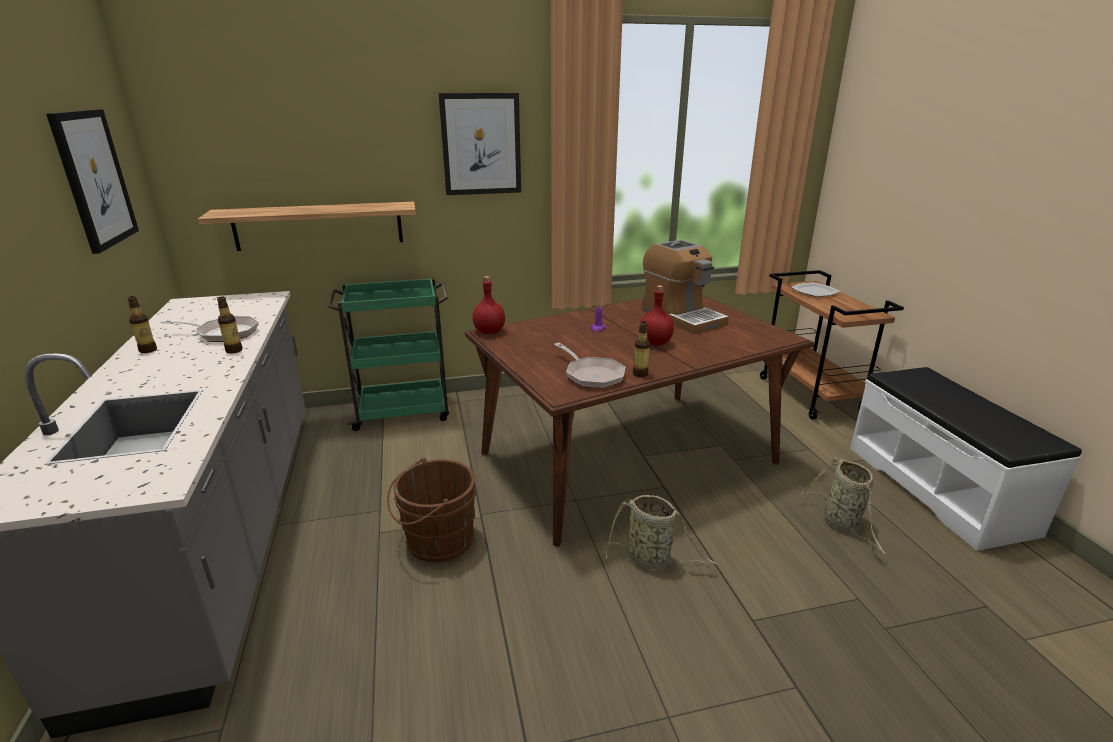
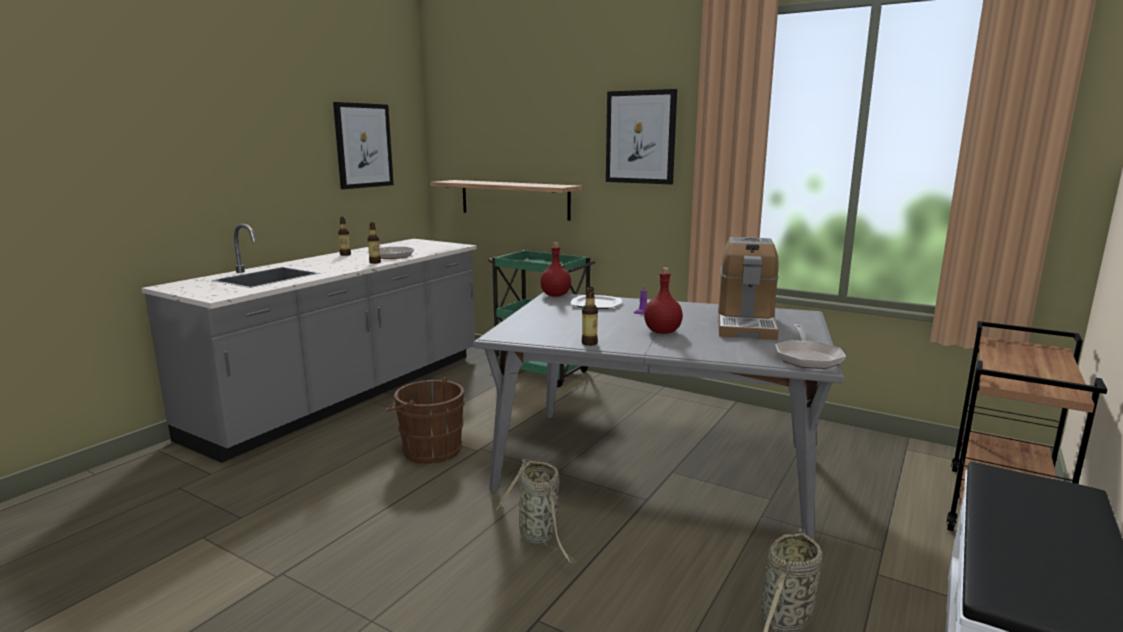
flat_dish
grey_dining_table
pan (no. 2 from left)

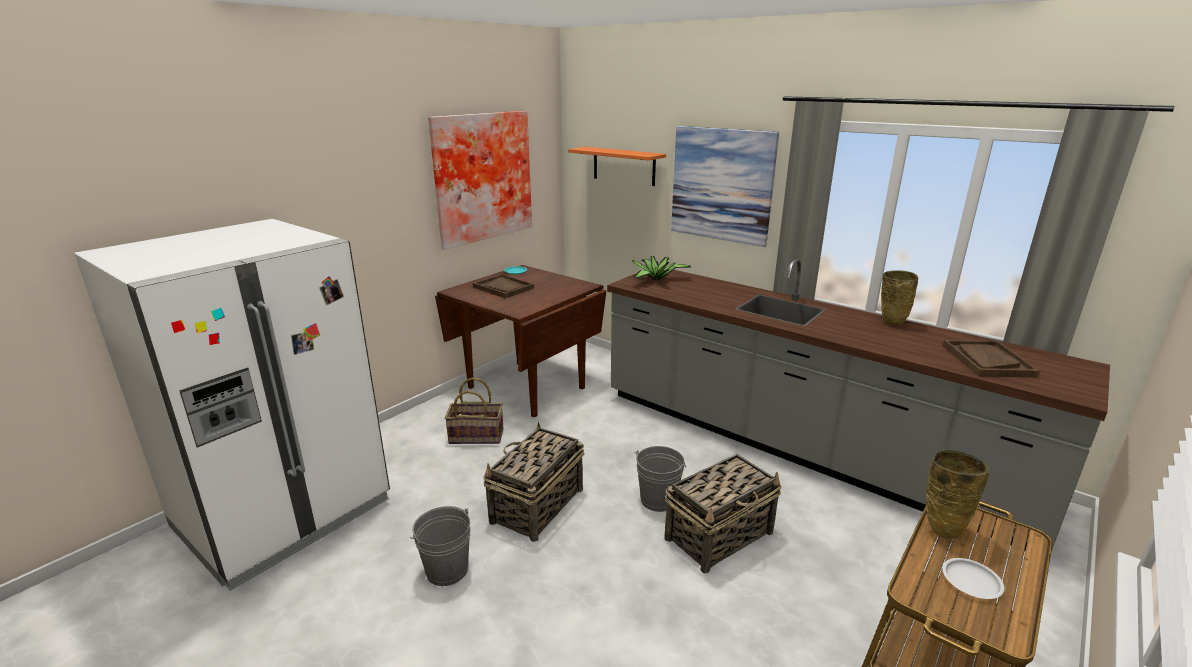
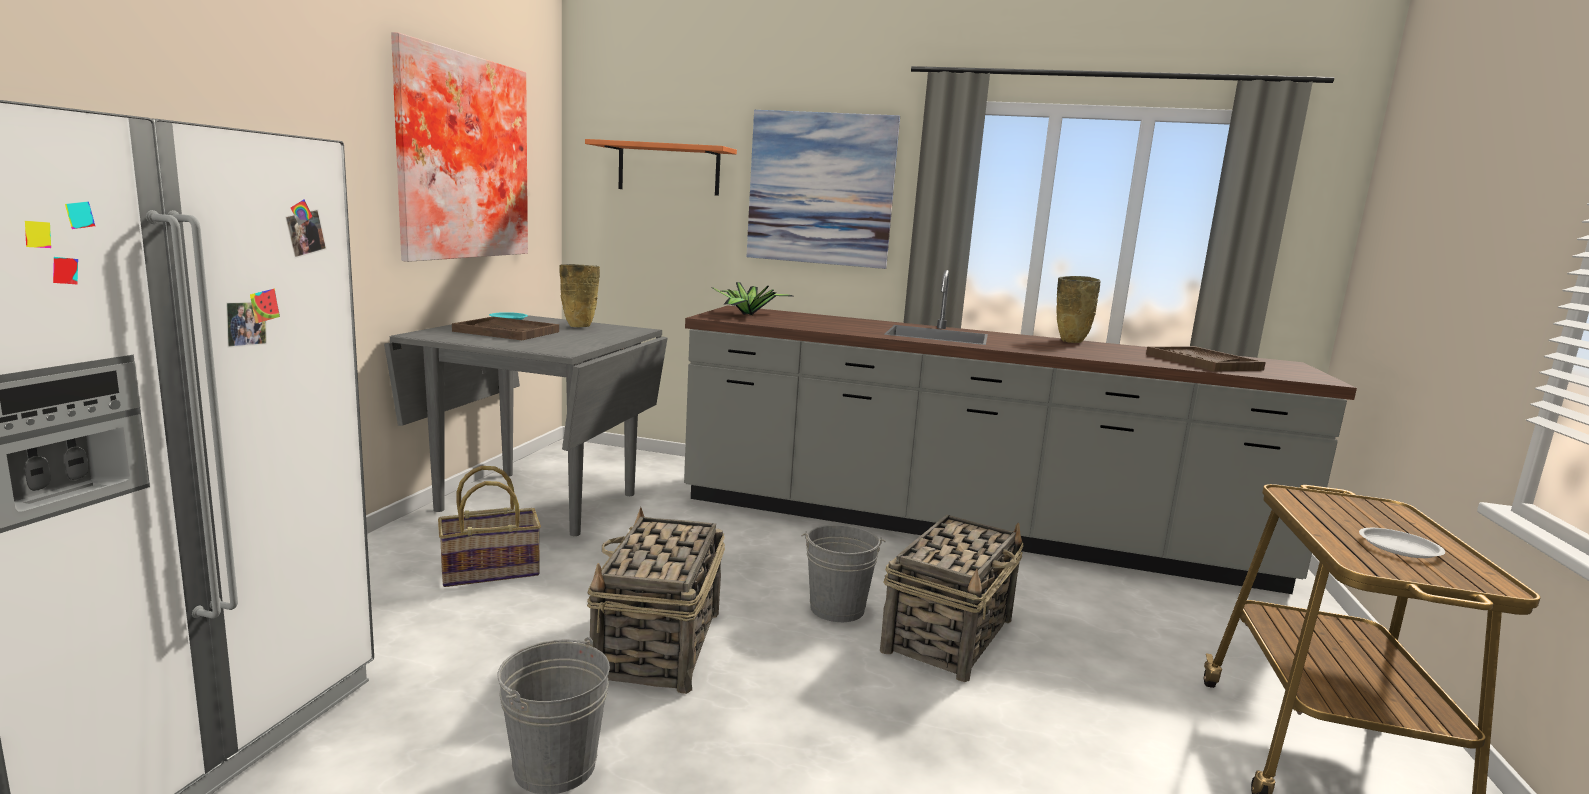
grey_dining_table
beige_vase (no. 1 from left)

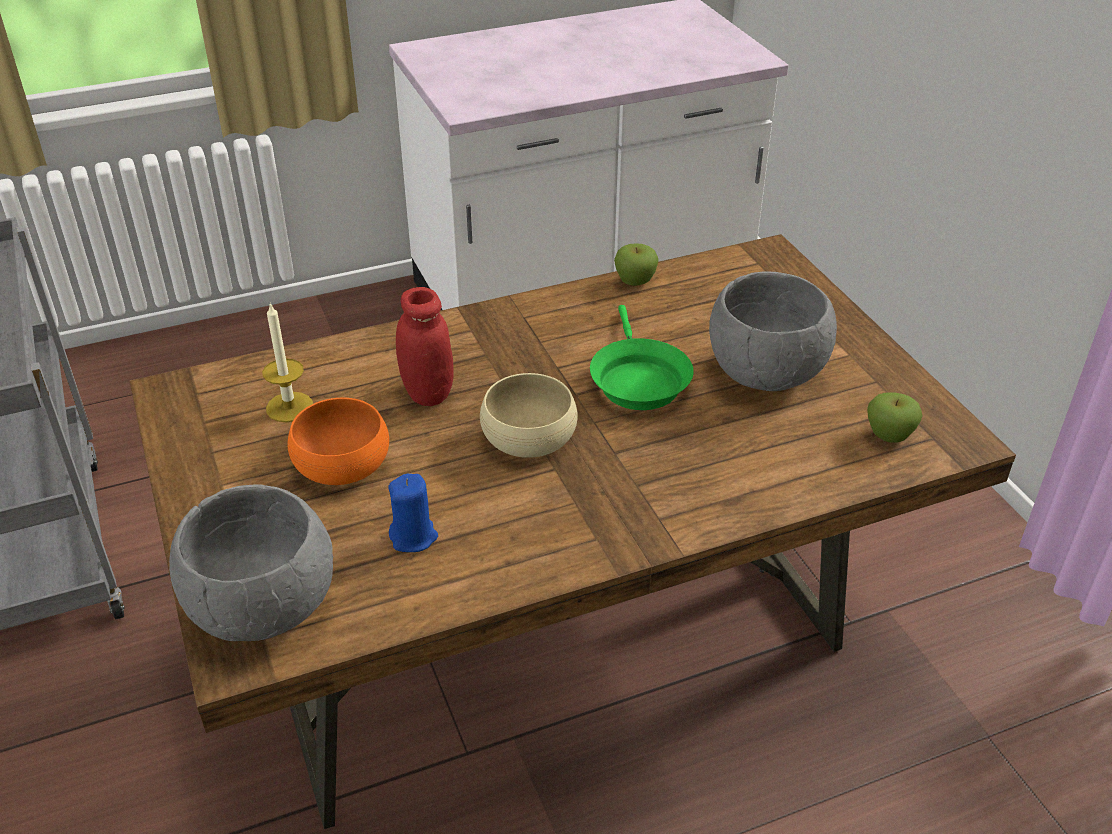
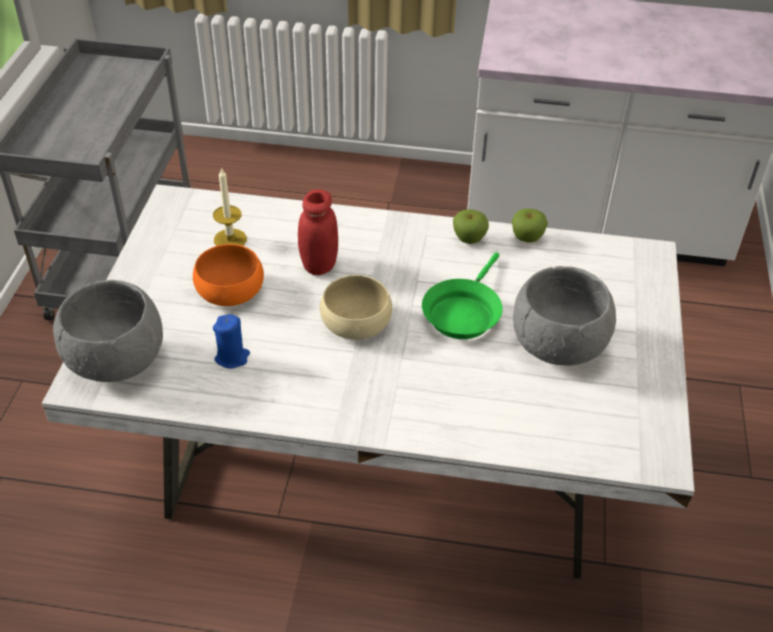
white-coloured_dining_table
apple (no. 1 from left)

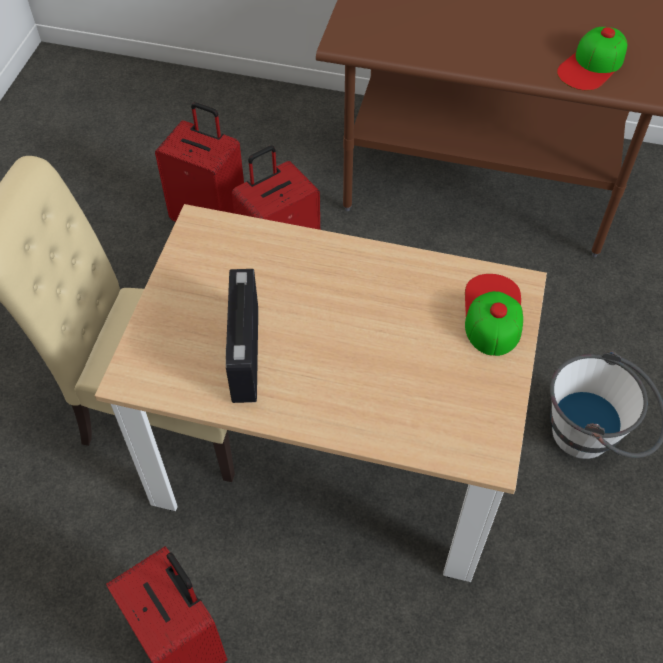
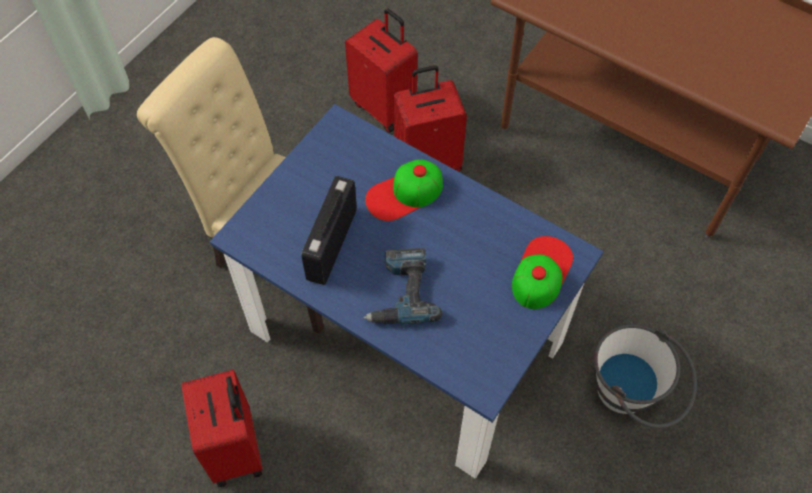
baseball_cap (no. 1 from left)
bluish_dining_table
electric_drill

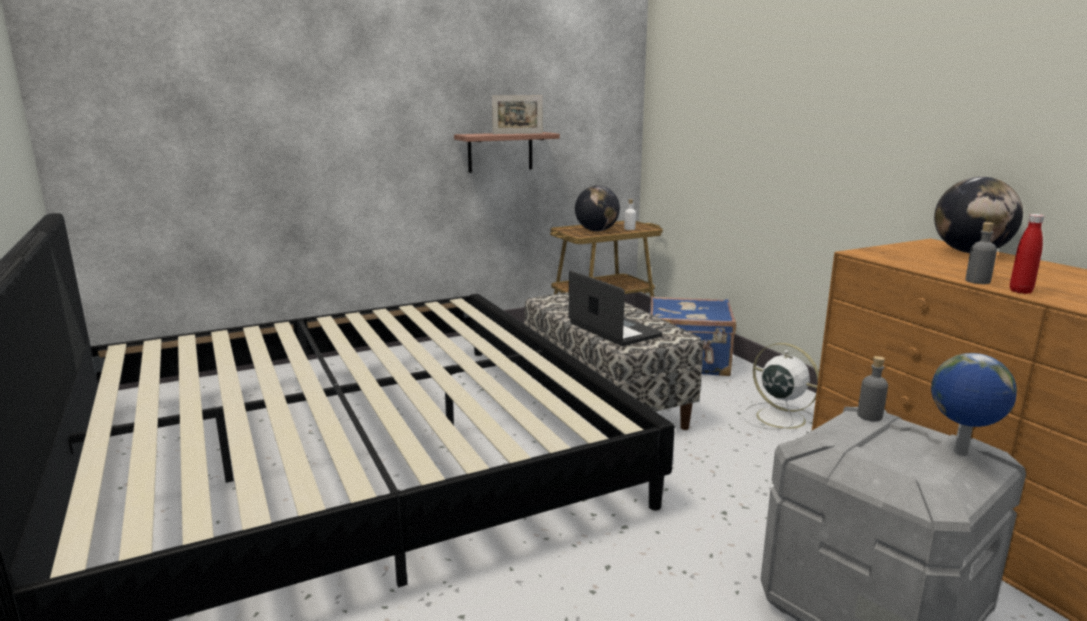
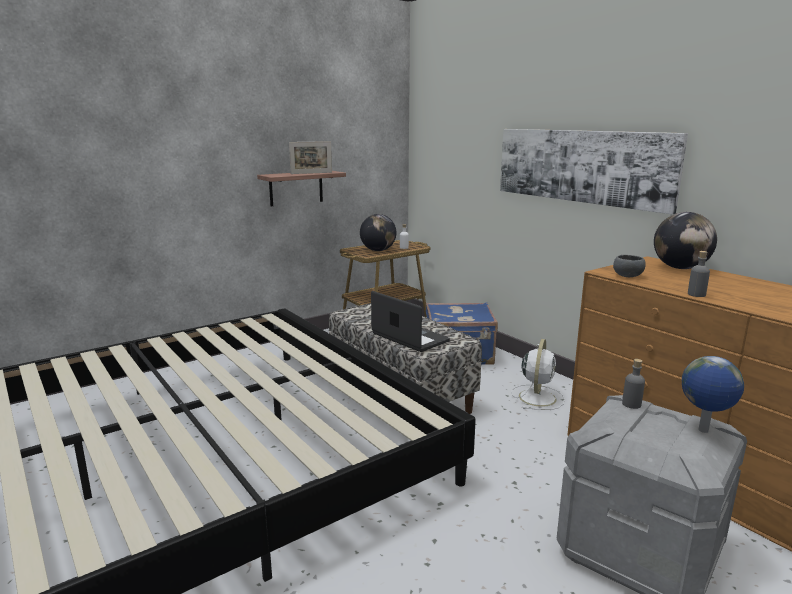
reddish_bottle
white-coloured_fan
picture
grey_bowl

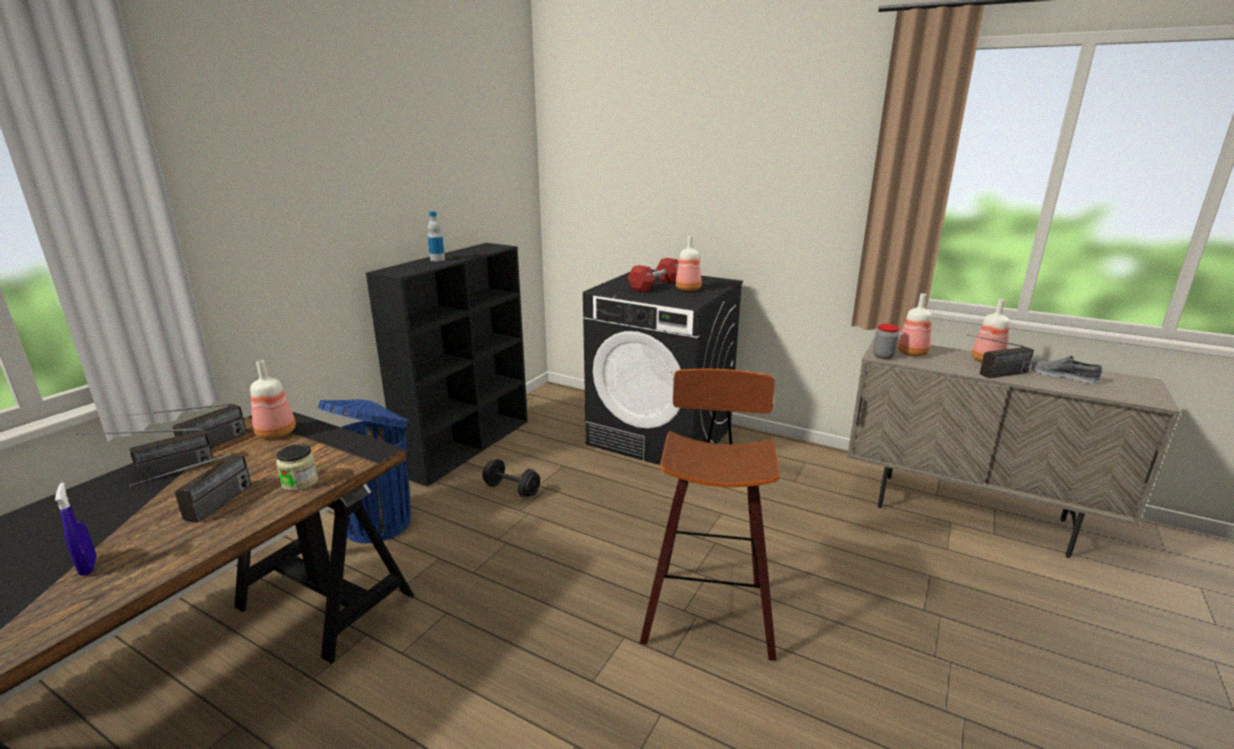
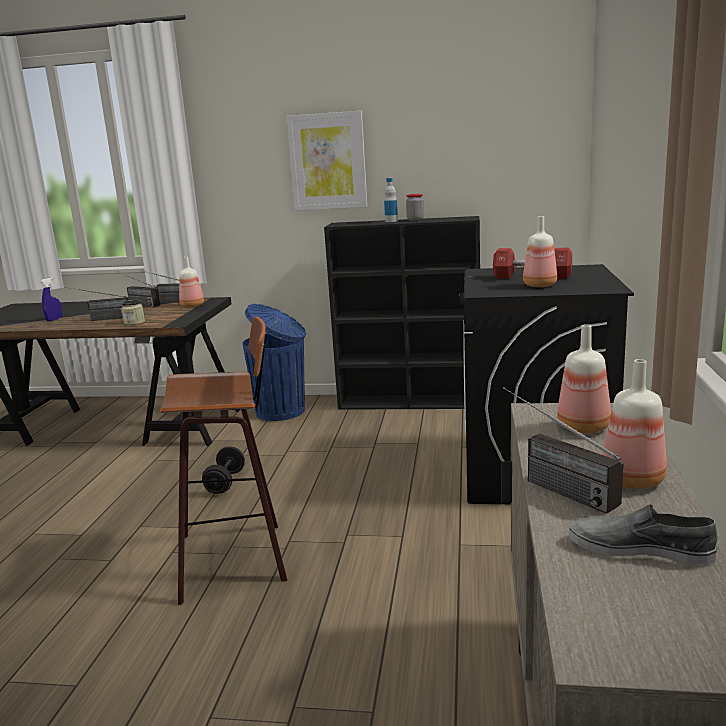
preserve_jar (no. 2 from left)
grey_item_of_footwear
black-coloured_free_weight
picture

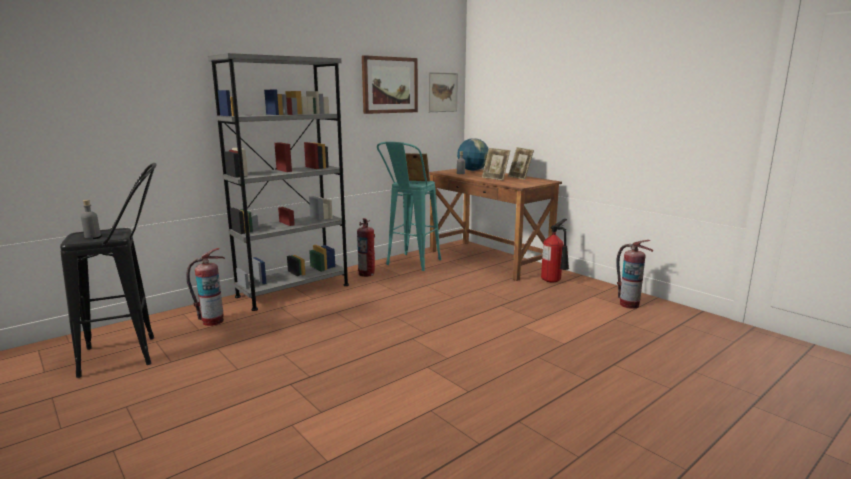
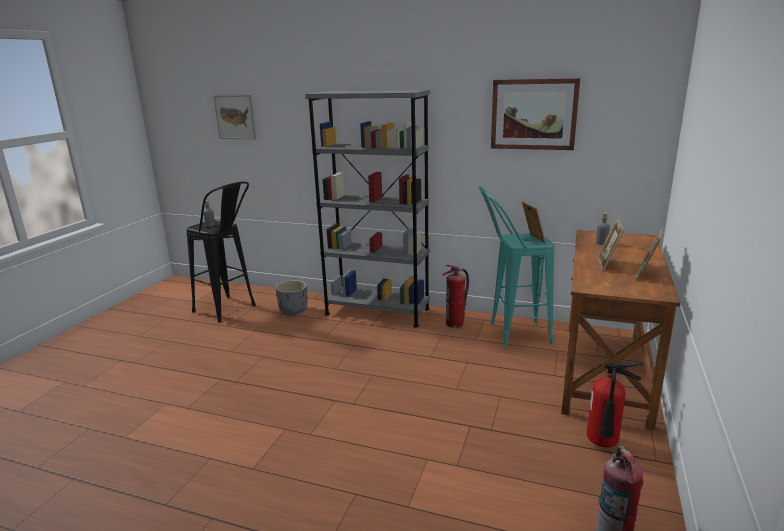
picture (no. 1 from left)
world_globe
grey_plant_pot

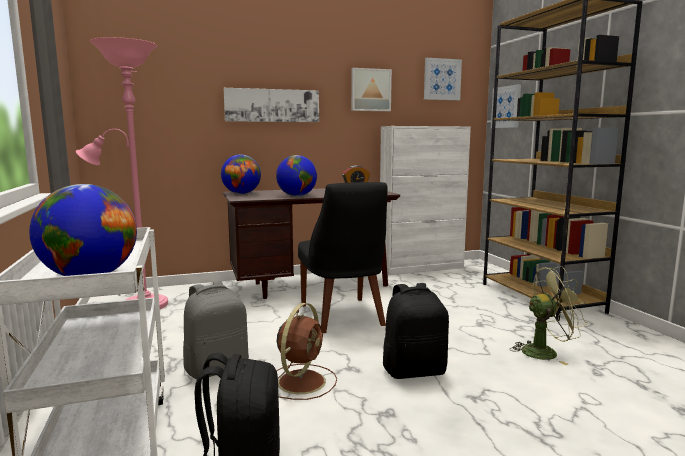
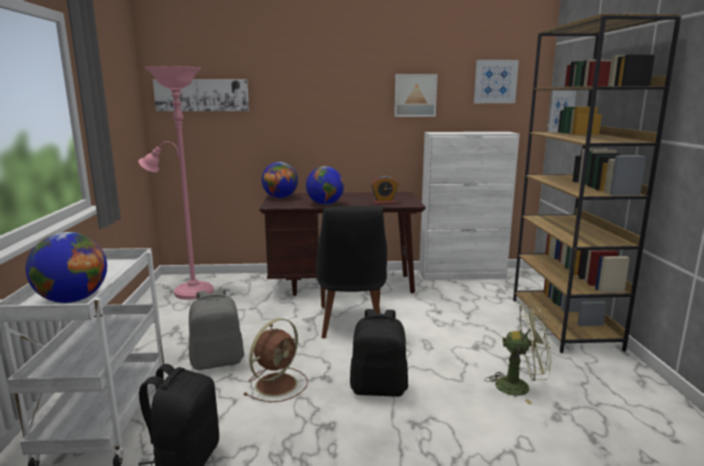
picture (no. 1 from left)

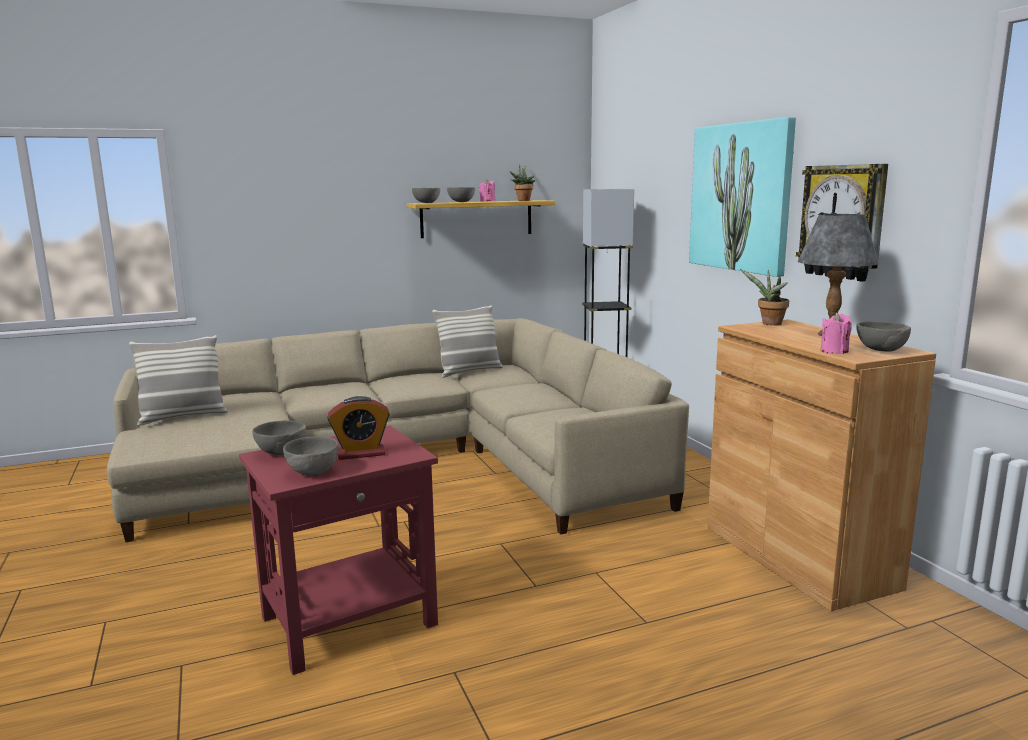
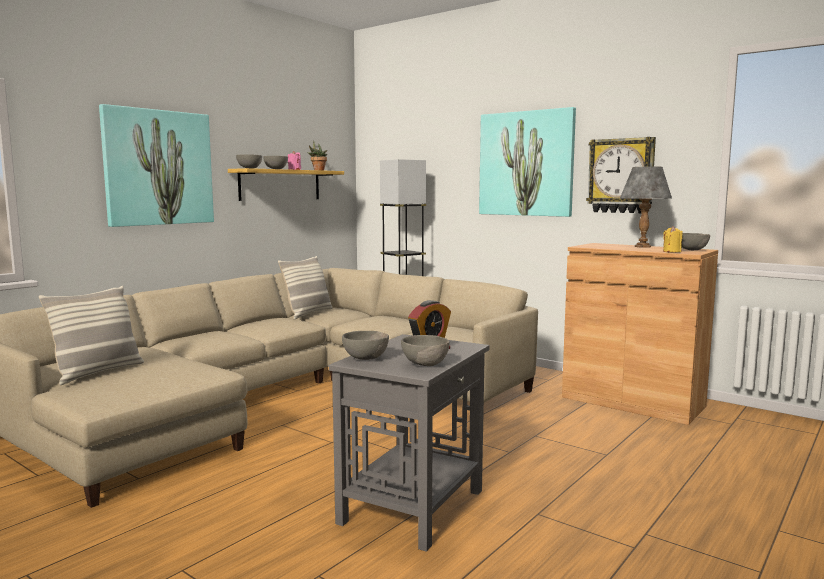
potted_plant (no. 2 from left in the first image)
yellowish_wax_light
grey_end_table
picture (no. 1 from left)

